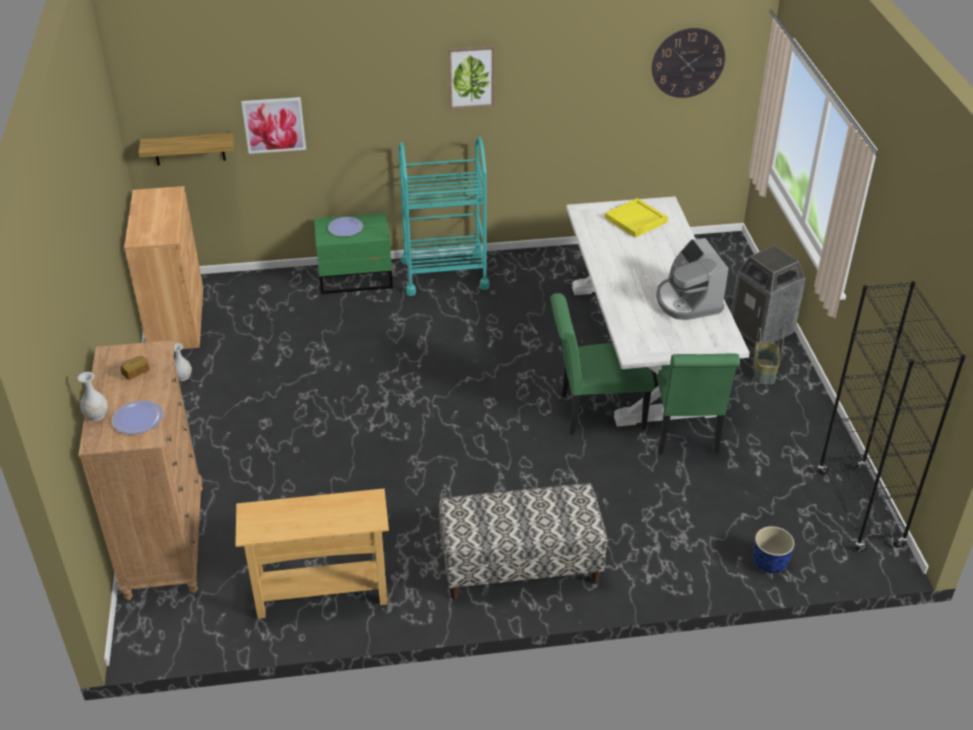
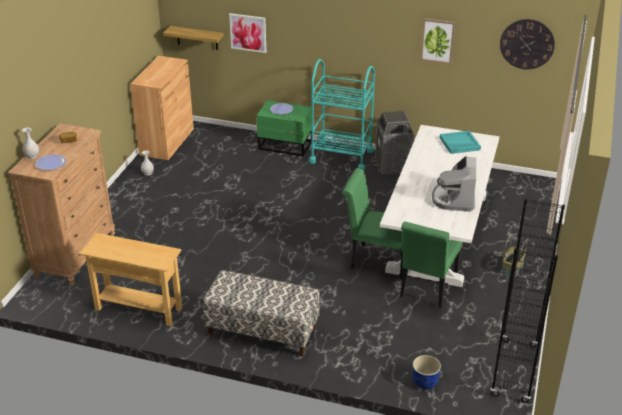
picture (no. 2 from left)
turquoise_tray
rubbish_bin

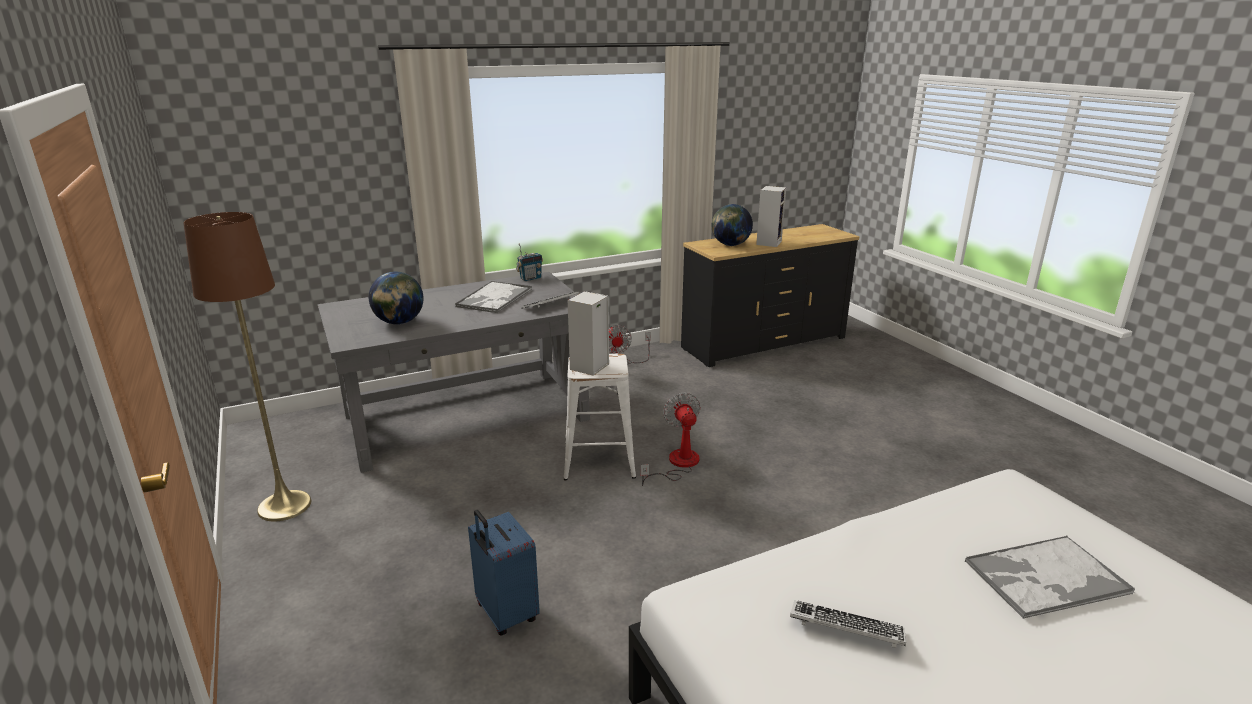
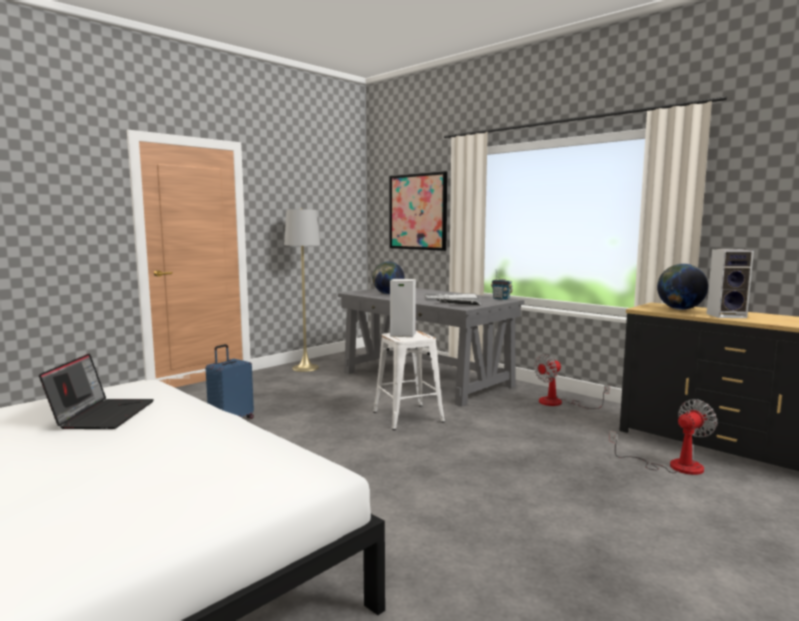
grey_standing_lamp
fan (no. 2 from left)
tray (no. 2 from left in the first image)
portable_computer
picture

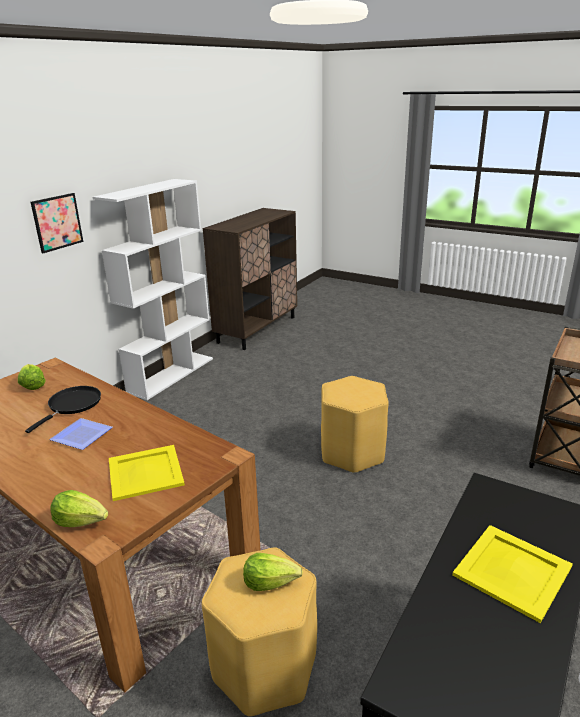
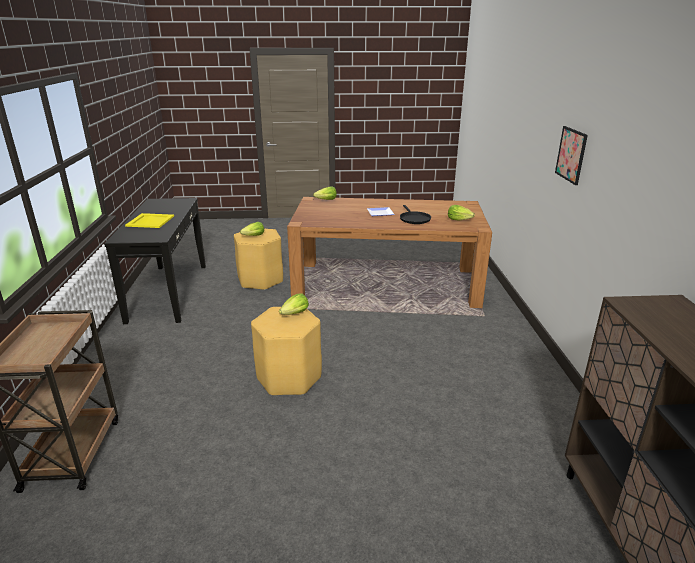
white-coloured_shelving_unit
yellowish_tray (no. 1 from left in the first image)
lettuce (no. 2 from left)

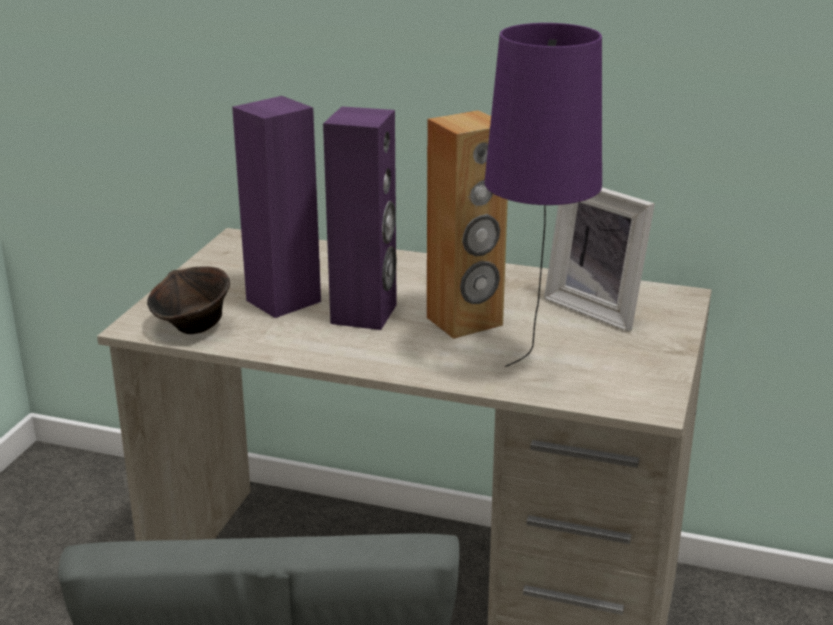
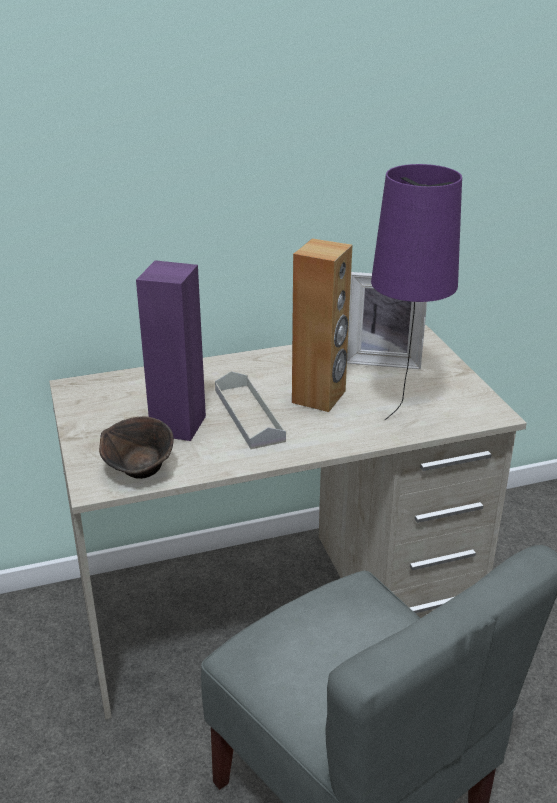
grey_tray

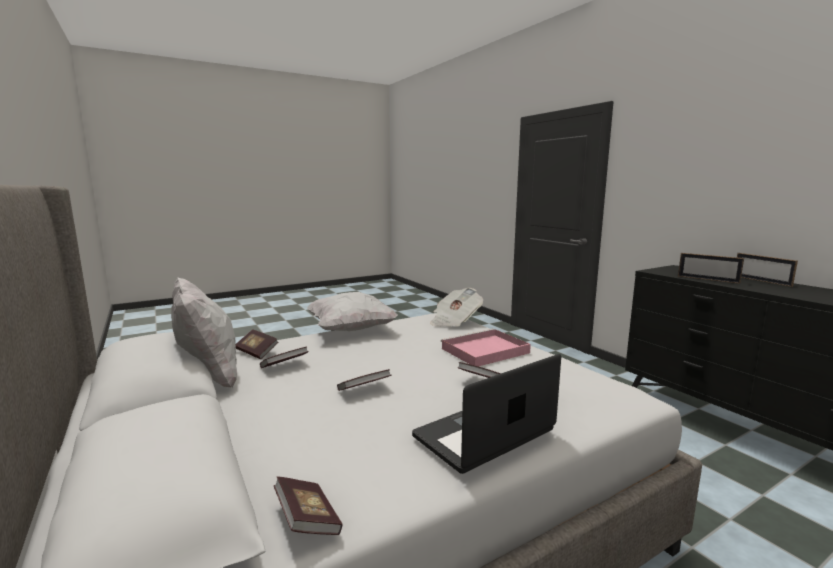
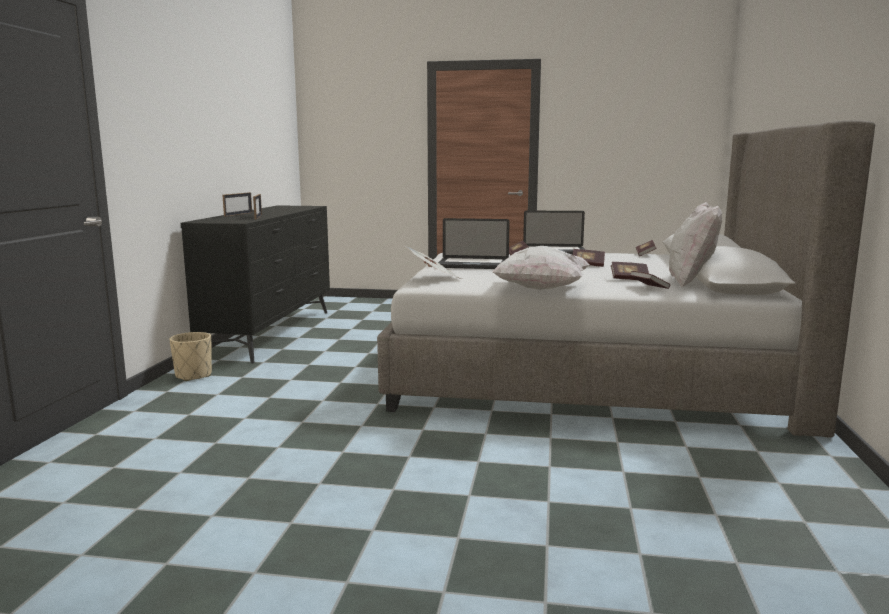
portable_computer (no. 1 from left)
beige_plant_pot

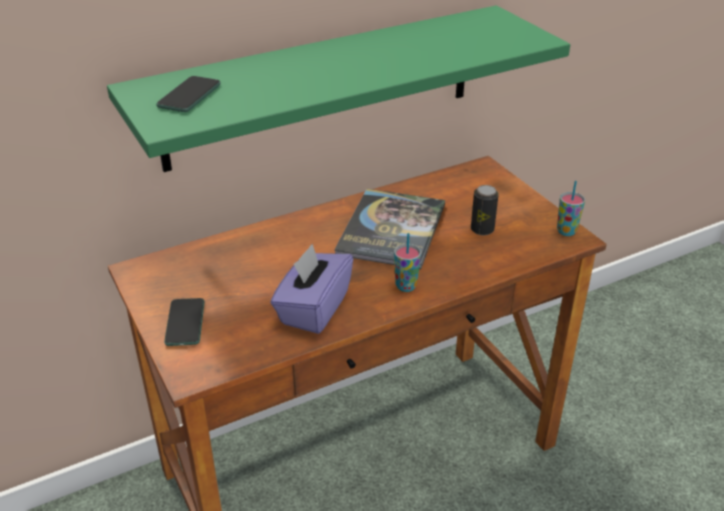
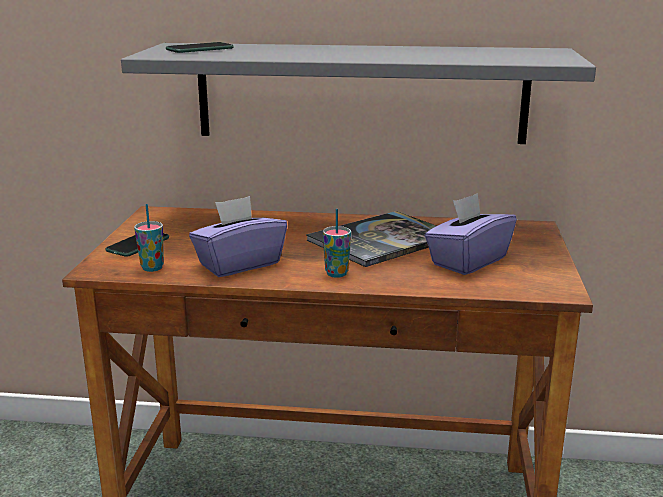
grey_wall_shelf
cup (no. 1 from left)
purple-coloured_box_of_tissues (no. 2 from left)

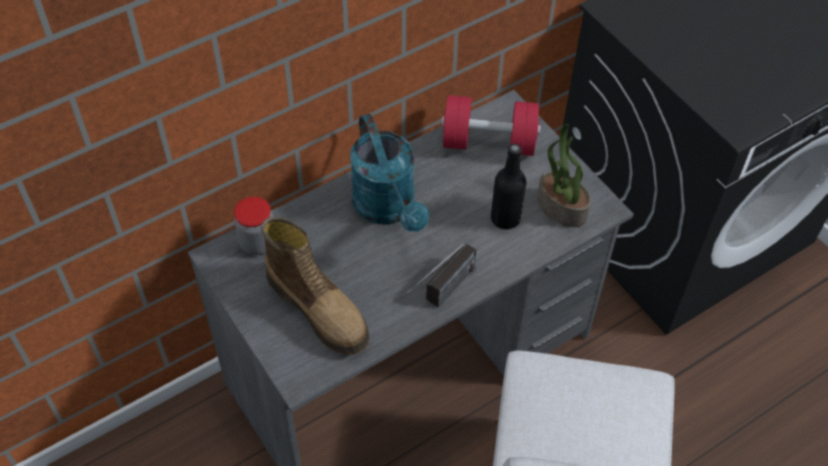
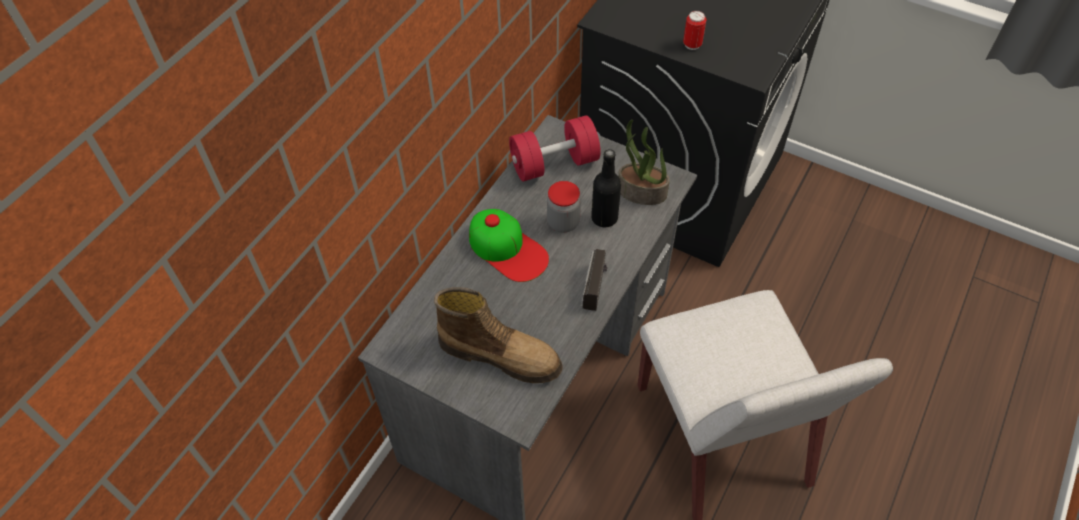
baseball_cap
preserve_jar
can

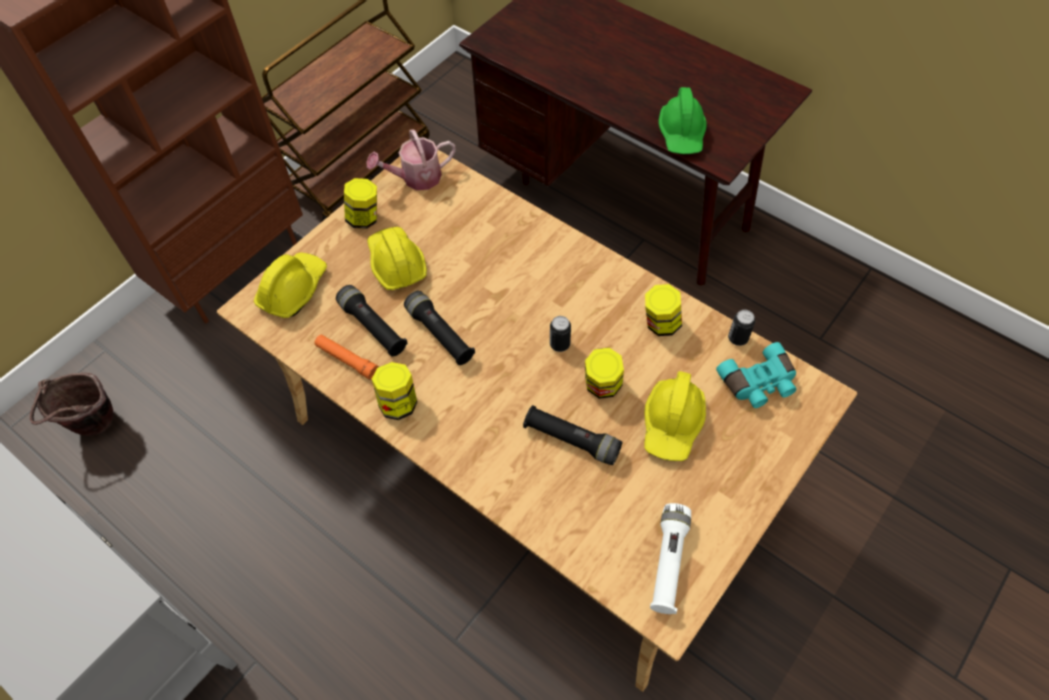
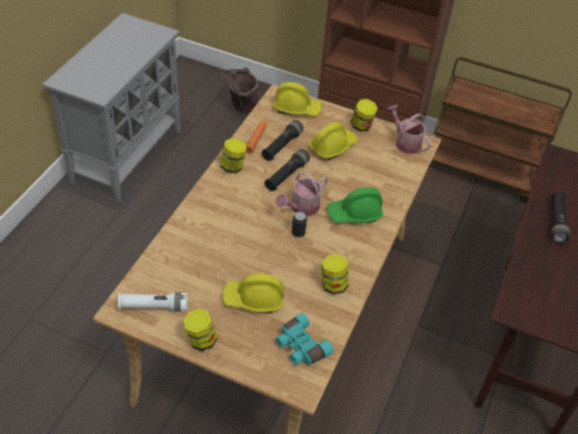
green-coloured_work_helmet
can (no. 2 from left in the first image)
preserve_jar (no. 1 from left)
black-coloured_flashlight (no. 3 from left)
sprinkling_can (no. 1 from left)

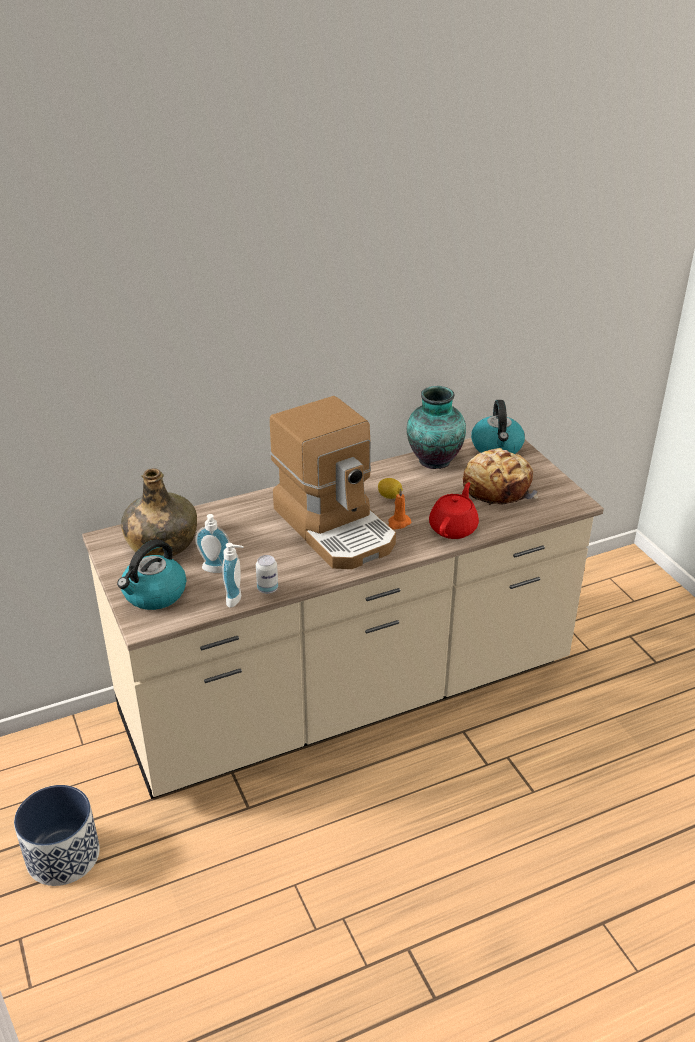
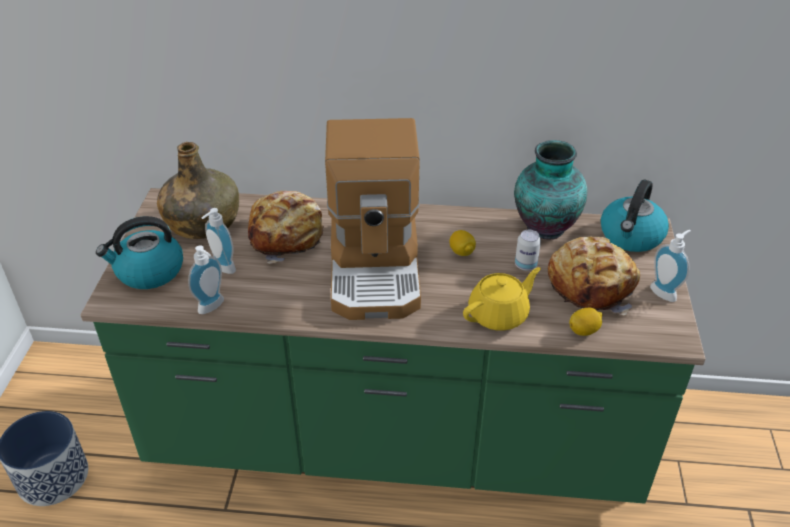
green-coloured_kitchen_counter
yellowish_tea_pot
orange_wax_light
can
bakery_bread (no. 1 from left)
soap_dispenser (no. 3 from left)
whole_lemon (no. 2 from left)

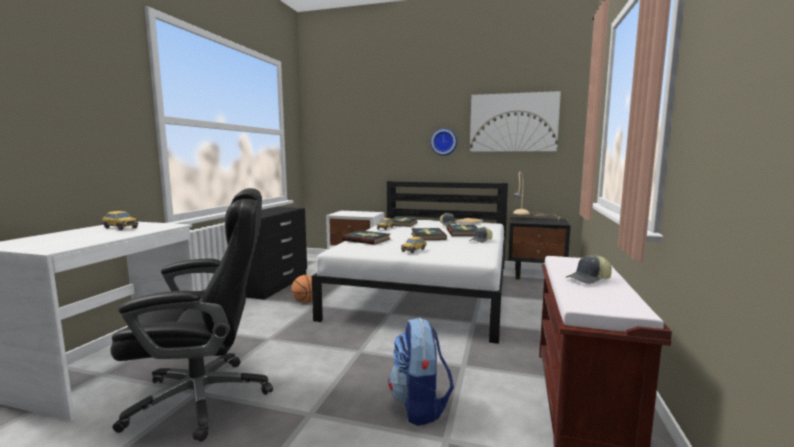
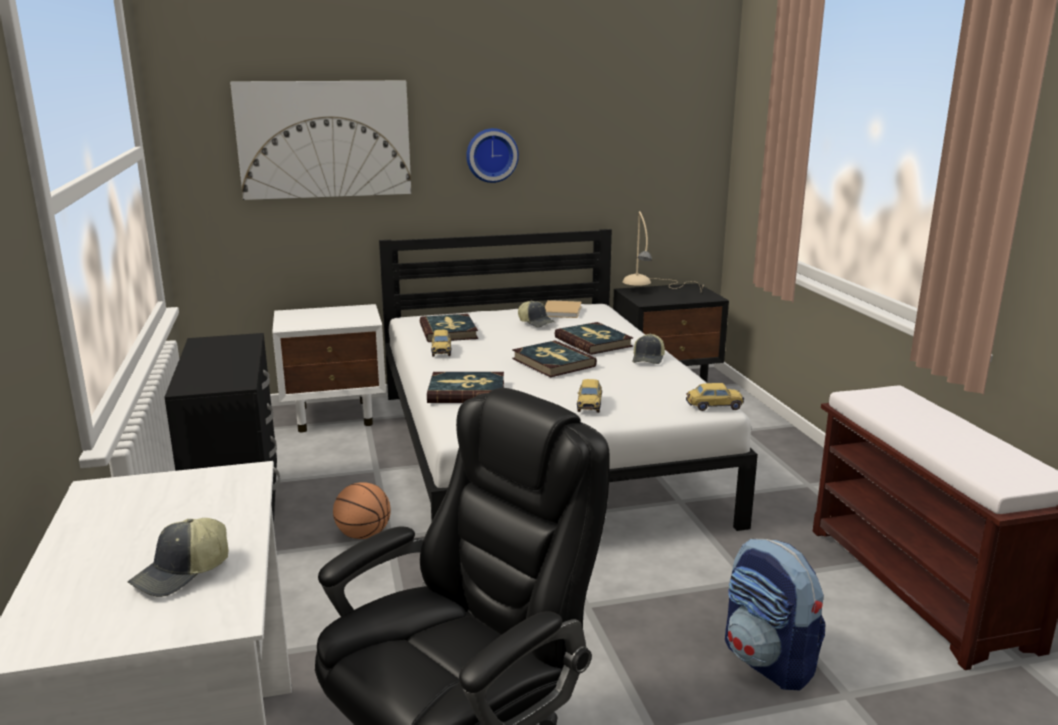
picture
model_car (no. 3 from left)
baseball_cap (no. 1 from left)

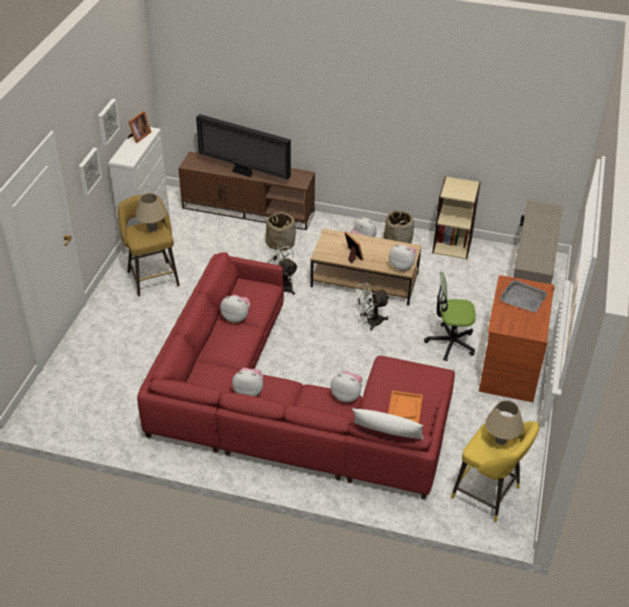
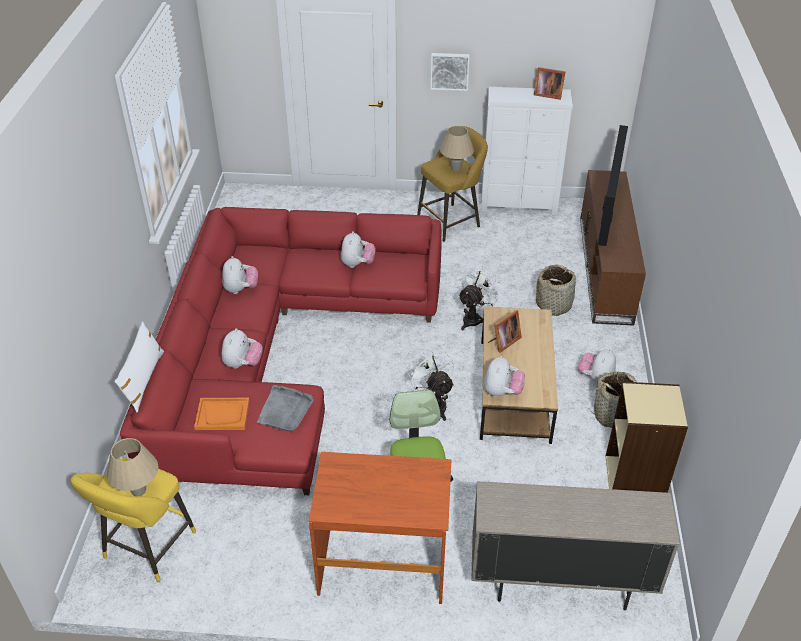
picture (no. 2 from left in the first image)
grey_tray

